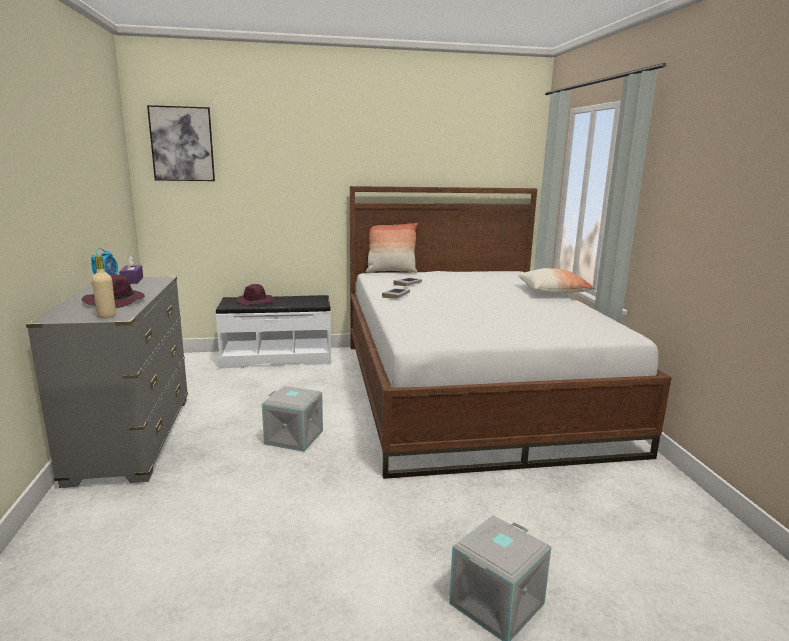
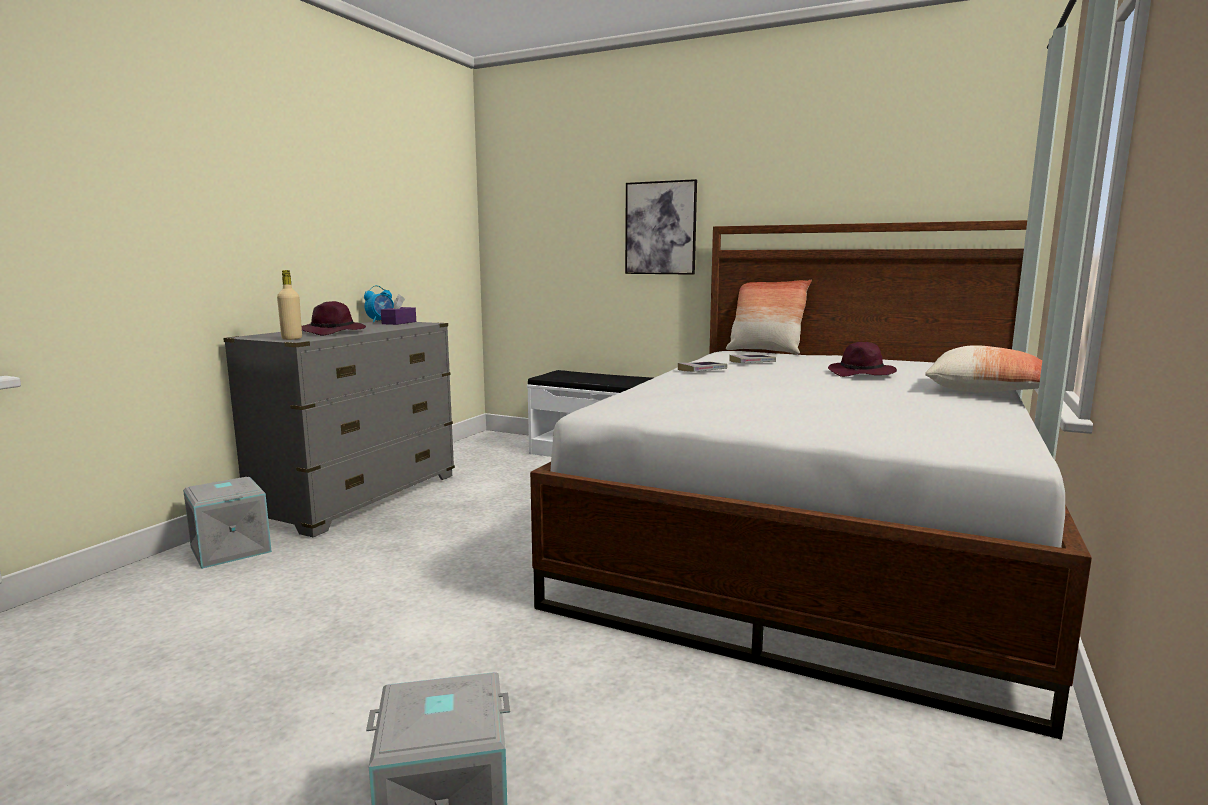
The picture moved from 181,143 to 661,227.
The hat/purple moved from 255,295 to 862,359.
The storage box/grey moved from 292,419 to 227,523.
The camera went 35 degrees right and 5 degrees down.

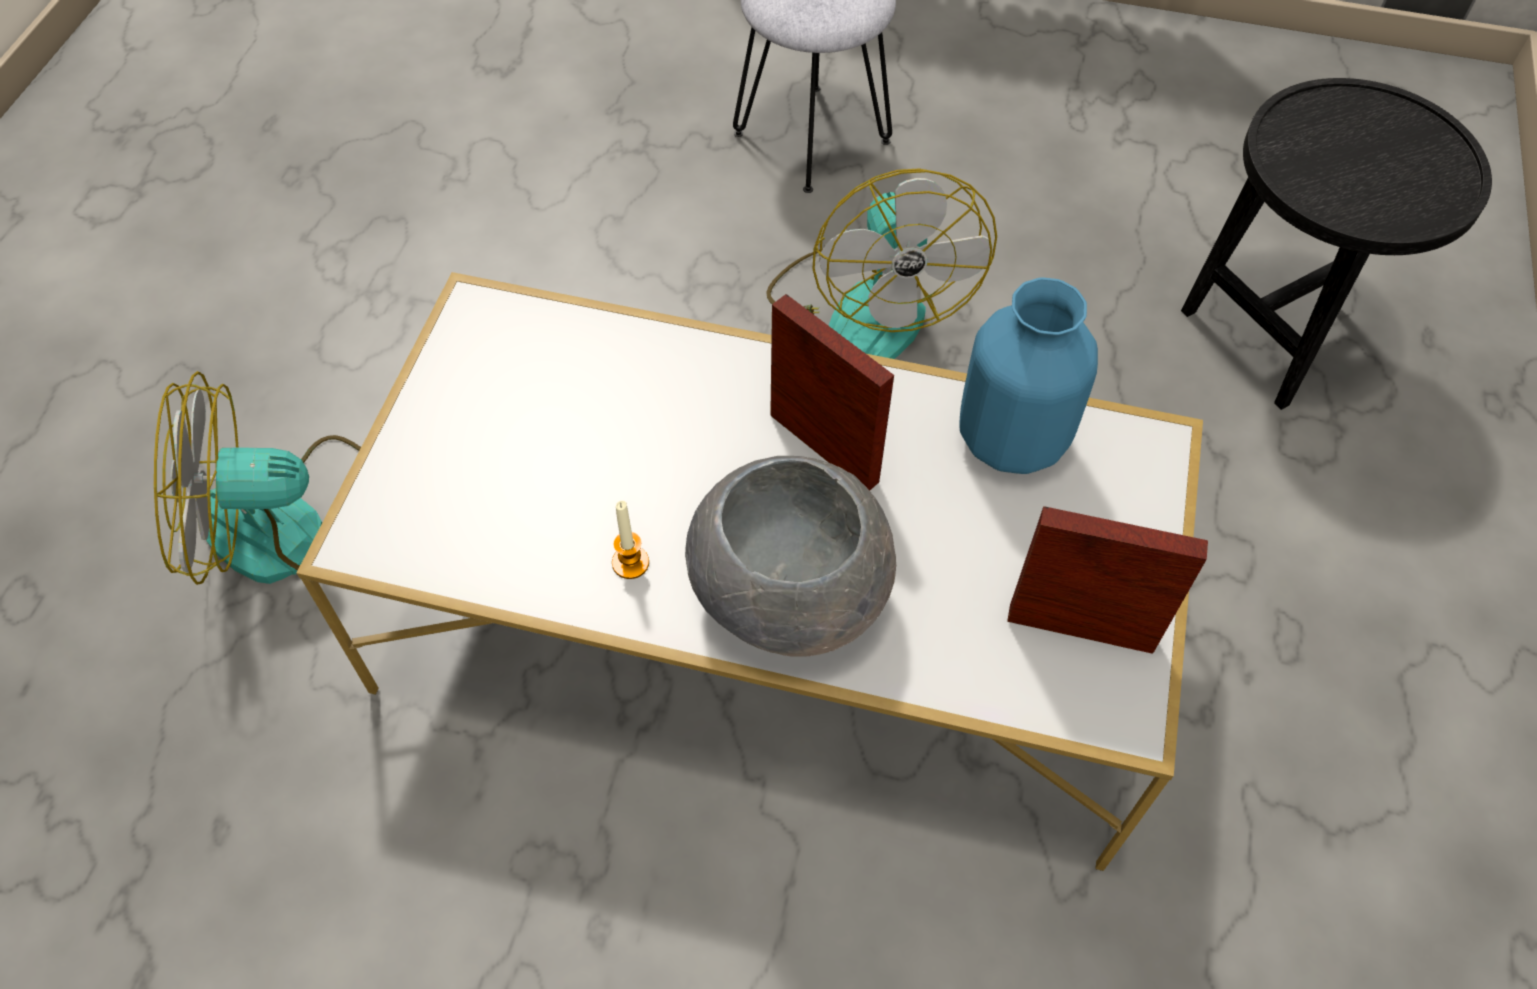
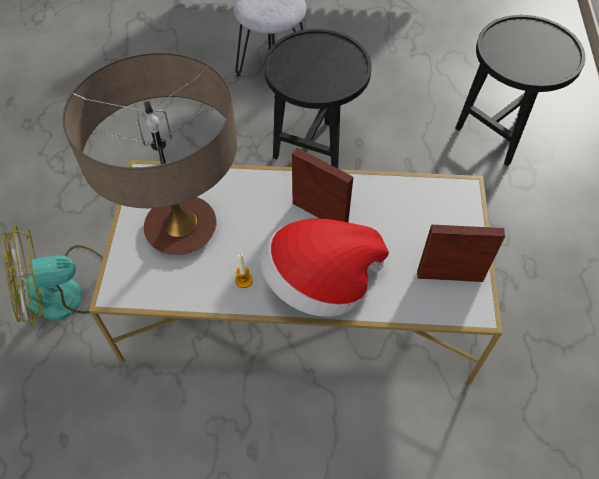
The fan at 881,263 was replaced by the side table/black at 318,99.
The vase/blue at 1028,375 disappeared.
The bowl/grey at 790,556 was replaced by the hat at 324,268.
The table lamp at 149,154 appeared.
The camera went 10 degrees left and 0 degrees up.

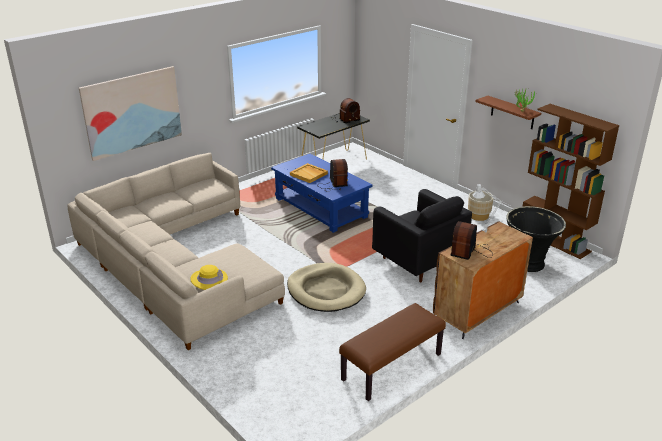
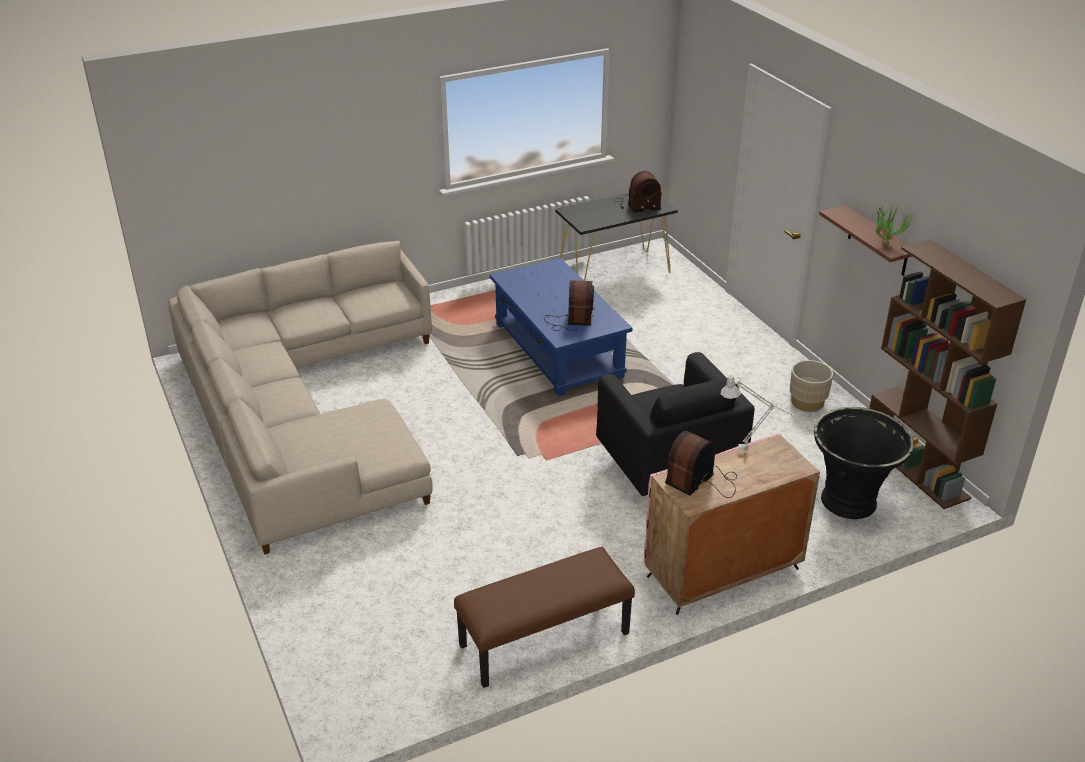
The picture at 130,113 disappeared.
The tray/beige at 309,173 disappeared.
The cabinet/brown at 483,280 became the cabinet/pink at 732,524.
The dog bed/beige at 326,287 disappeared.
The hat/yellow at 209,277 disappeared.
The camera went 15 degrees right and 5 degrees up.

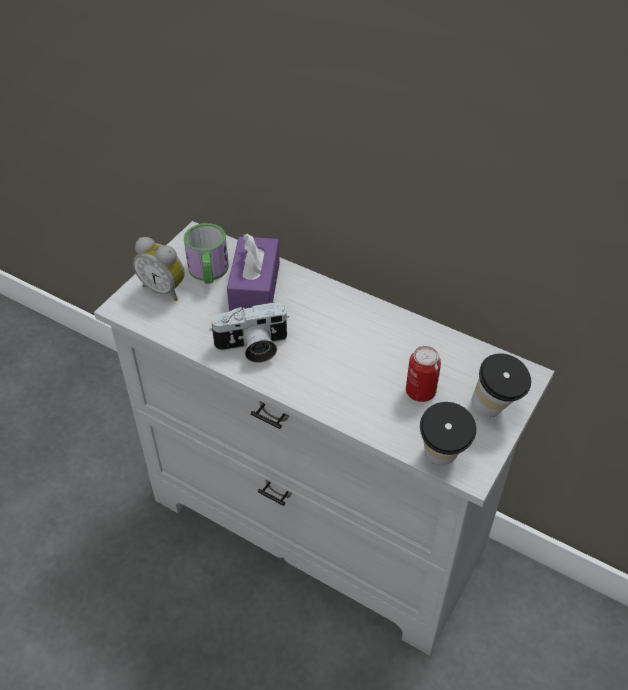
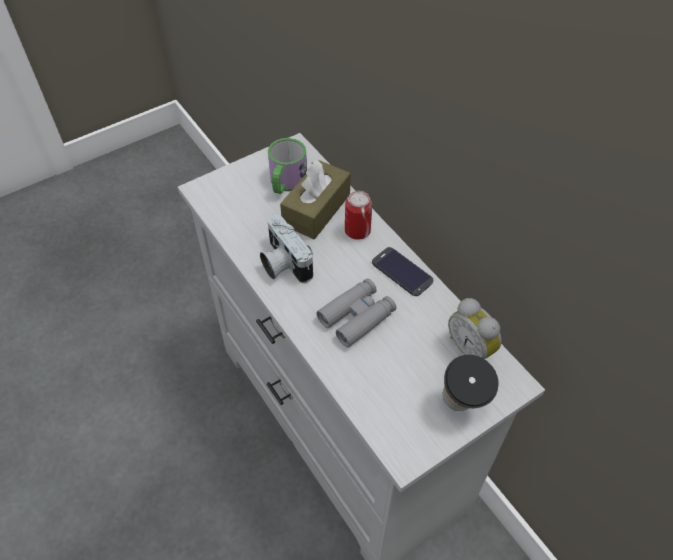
The tissue box/purple at 253,272 became the tissue box/brown at 315,199.
The alarm clock moved from 159,269 to 474,328.
The photo camera at 249,332 turned 45 degrees clockwise.
The can moved from 423,374 to 358,215.
The cup at 448,433 disappeared.
The phone at 402,271 appeared.
The binoculars/grey at 356,313 appeared.
The camera went 25 degrees right and 5 degrees up.

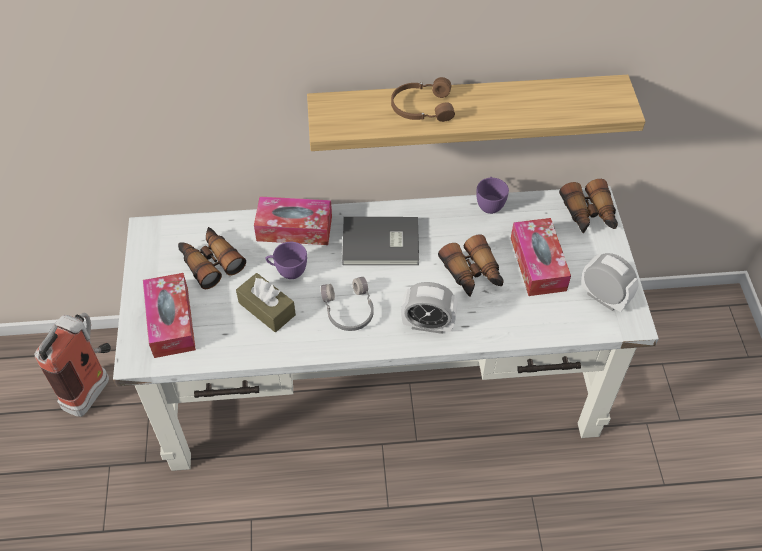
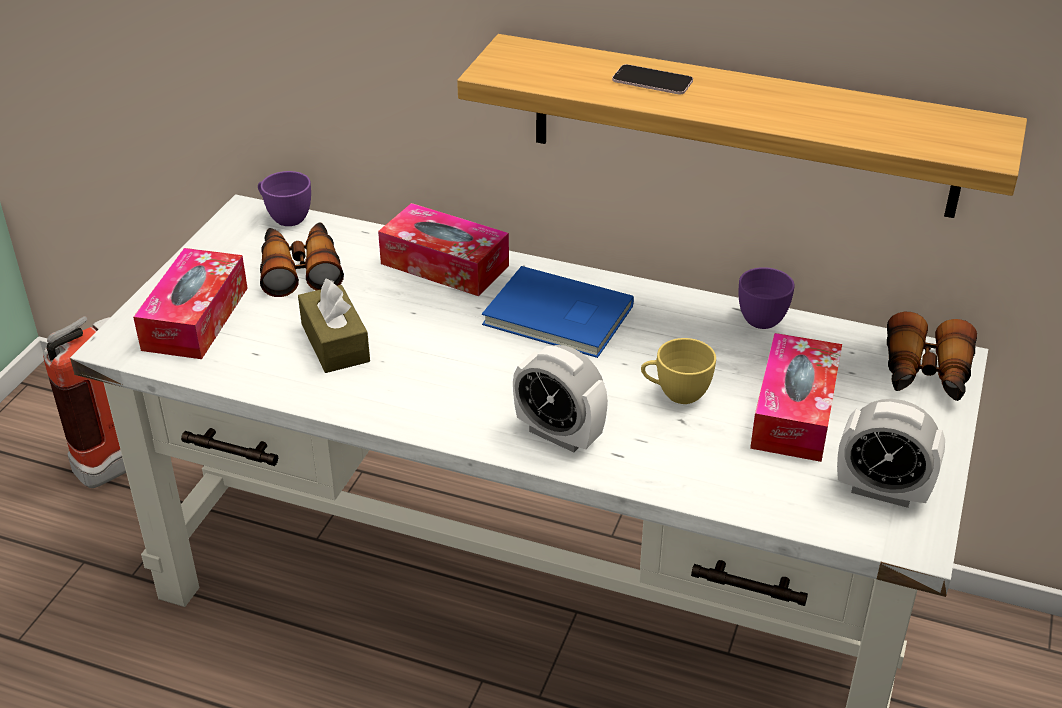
The headphones/brown at 423,99 was replaced by the phone at 652,79.
The book/grey at 380,241 became the book/blue at 558,312.
The binoculars at 470,265 was replaced by the cup/yellow at 678,371.
The cup/purple moved from 286,260 to 284,198.
The alarm clock at 610,282 turned 135 degrees clockwise.
The headphones/grey at 347,304 disappeared.
The camera went 25 degrees right and 15 degrees down.

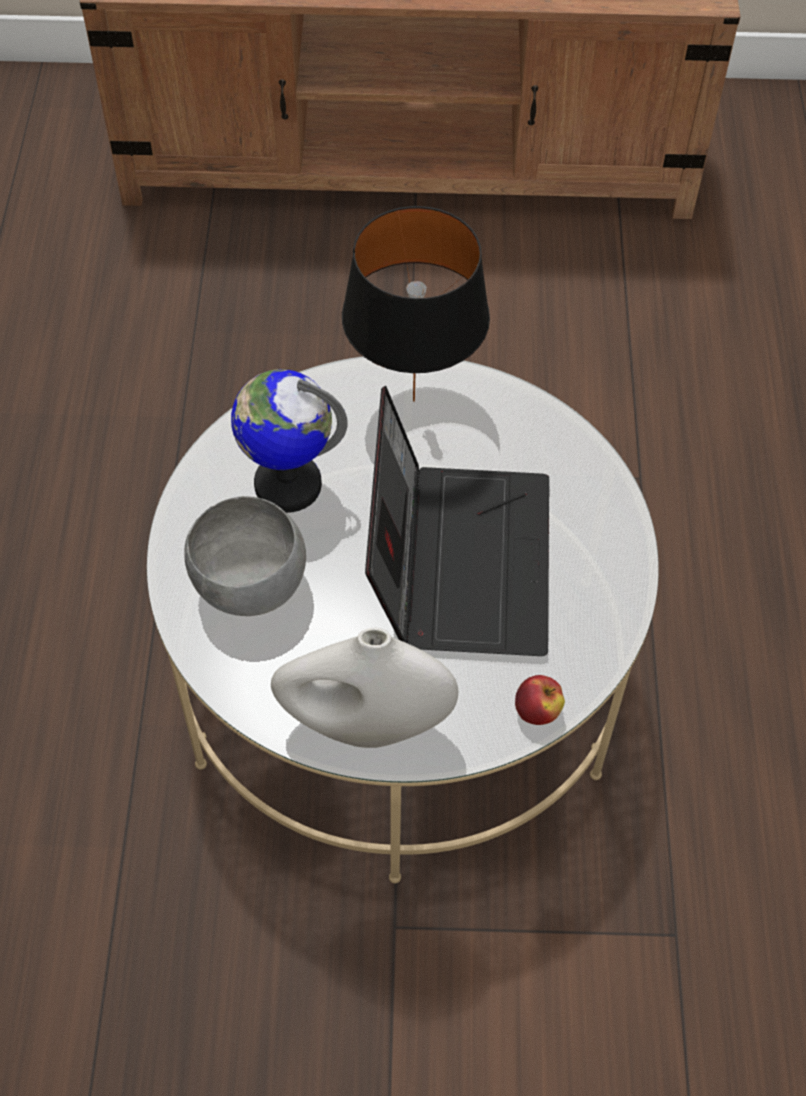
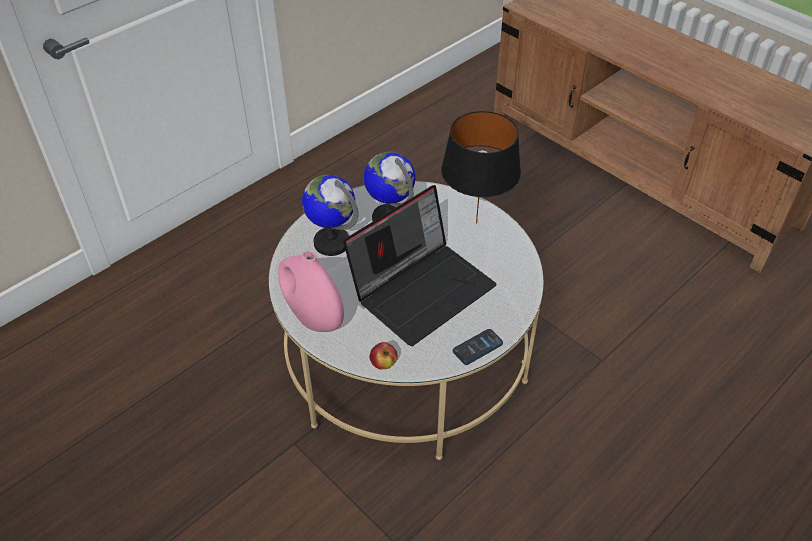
The bowl/grey at 245,556 was replaced by the globe at 330,215.
The vase/white at 364,688 became the vase/pink at 311,291.
The phone at 478,347 appeared.
The camera went 45 degrees right and 10 degrees down.

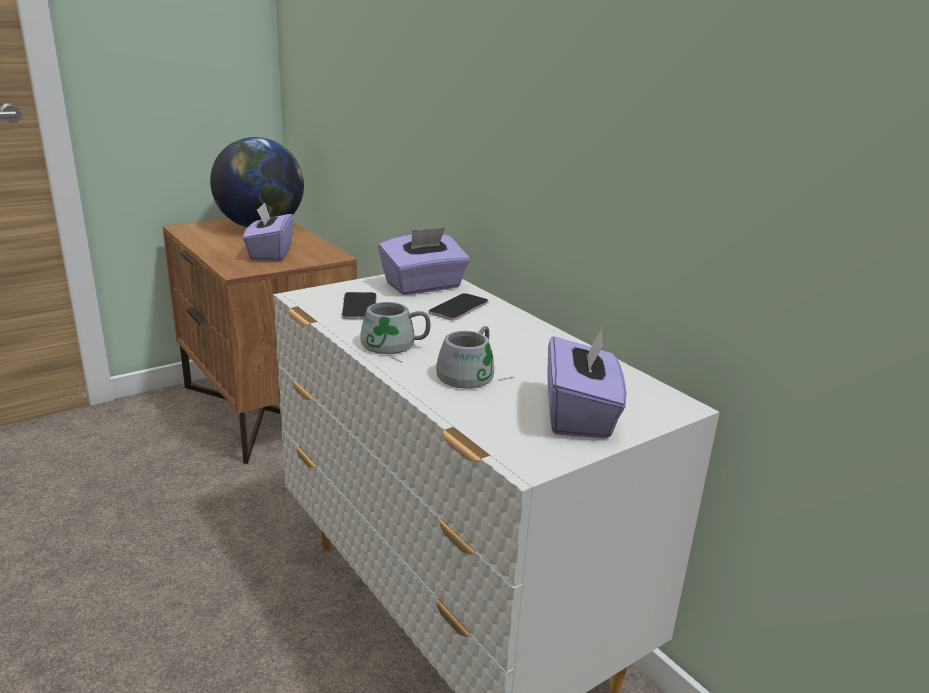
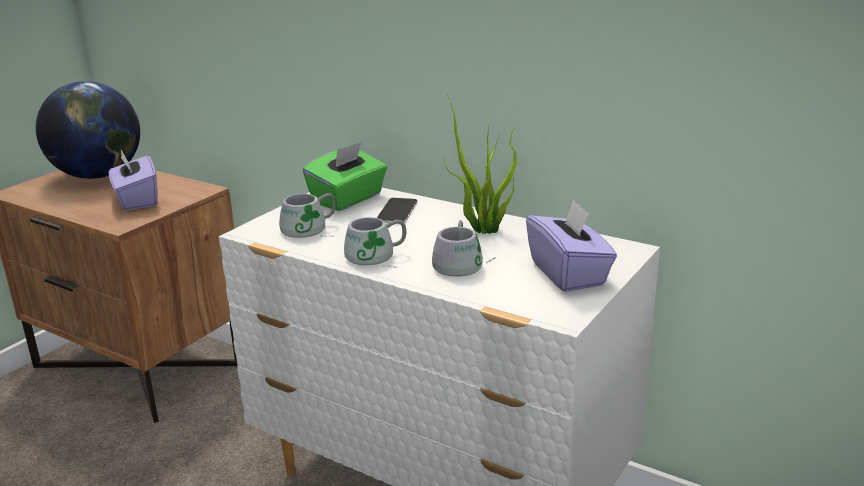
The tissue box/purple at 424,261 became the tissue box/green at 345,176.
The phone at 359,305 was replaced by the mug/grey at 307,215.
The potted plant at 480,164 appeared.
The camera went 20 degrees left and 0 degrees up.

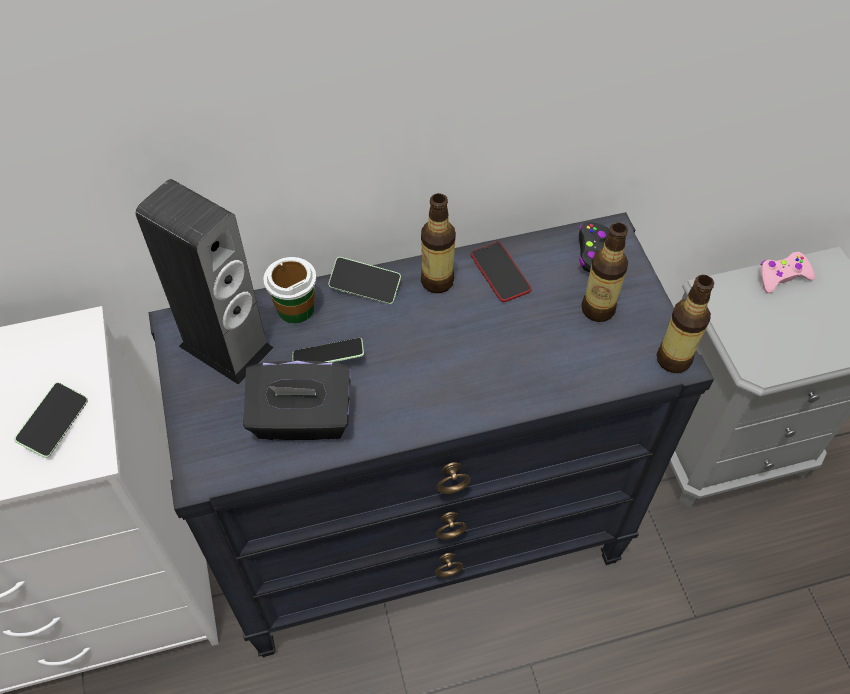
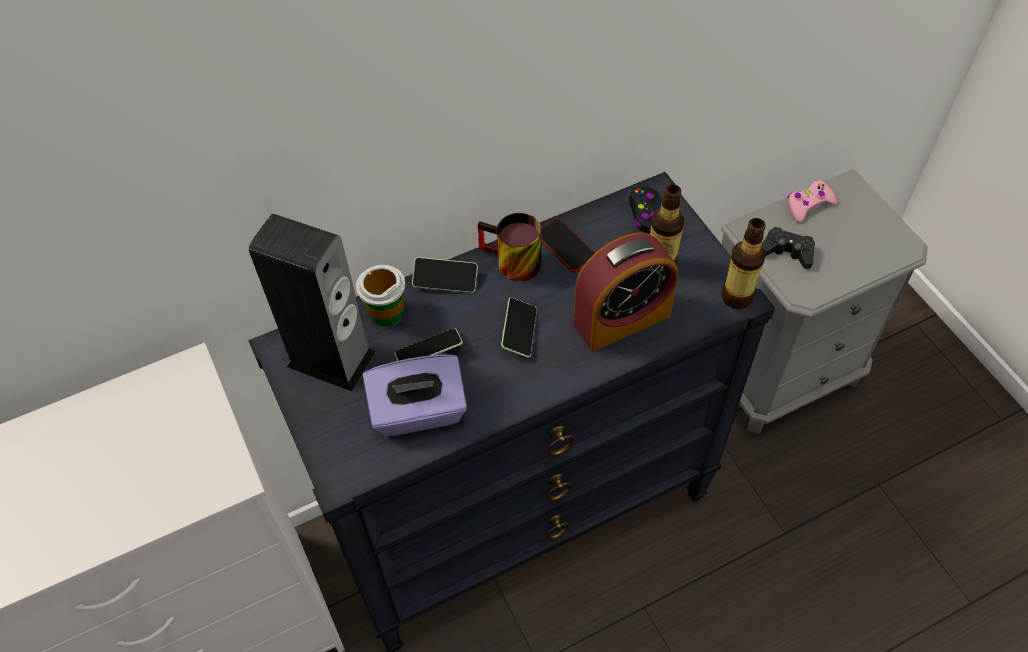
The bottle at 438,243 was replaced by the mug at 509,247.
The tissue box/black at 297,400 became the tissue box/purple at 415,395.
The phone moved from 51,420 to 519,327.
The game controller/black at 788,248 appeared.
The alarm clock at 626,292 appeared.
The camera went 10 degrees left and 0 degrees up.

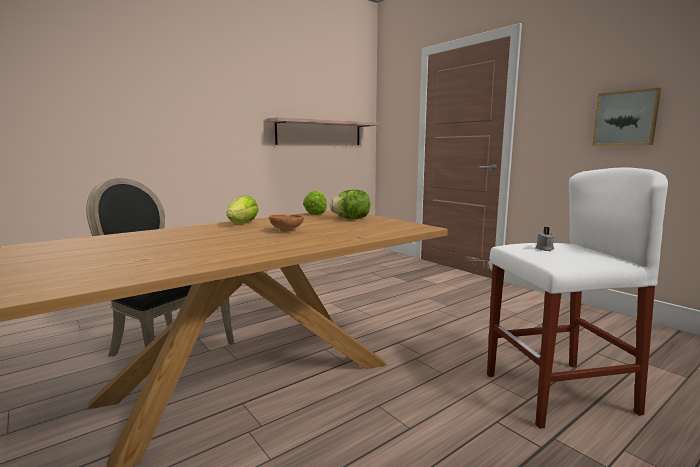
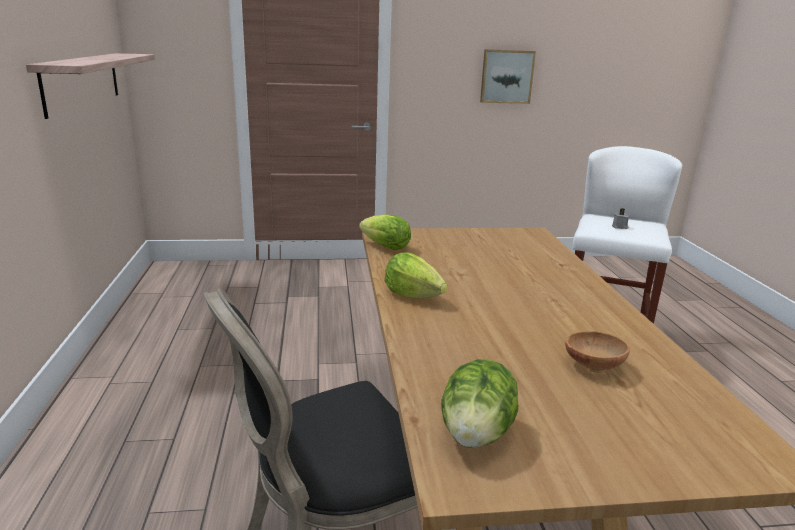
The lettuce moved from 350,204 to 479,403.
The bowl/brown moved from 286,223 to 597,352.
The camera went 60 degrees left and 10 degrees up.

